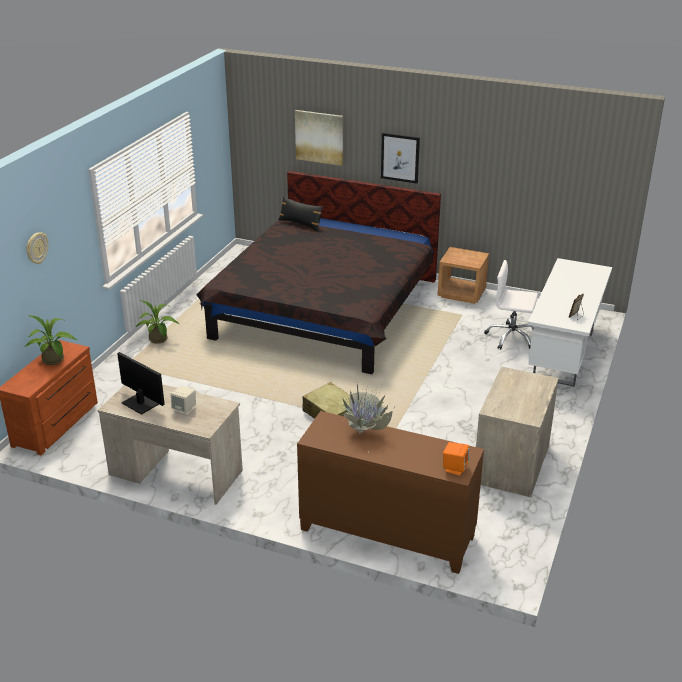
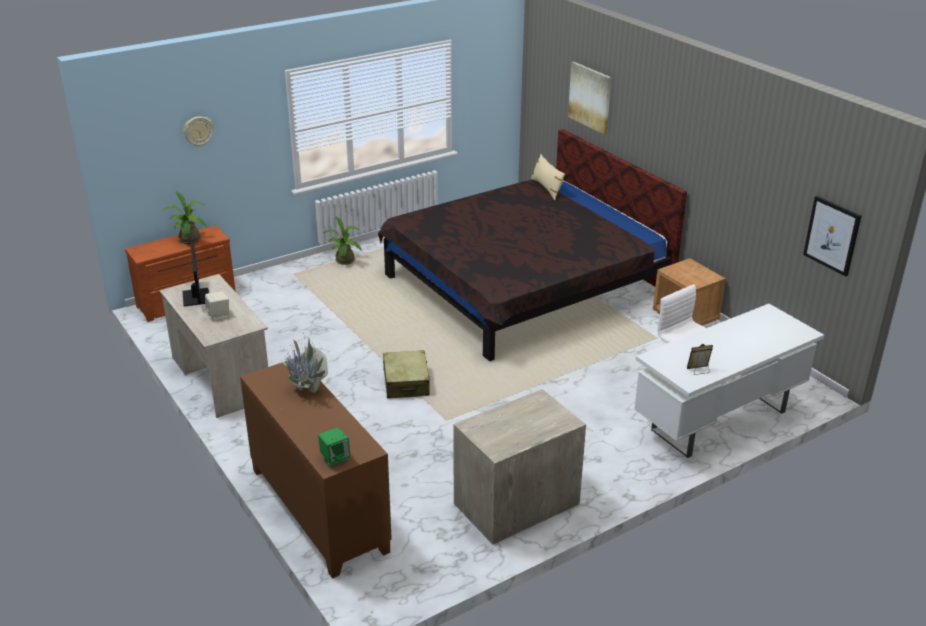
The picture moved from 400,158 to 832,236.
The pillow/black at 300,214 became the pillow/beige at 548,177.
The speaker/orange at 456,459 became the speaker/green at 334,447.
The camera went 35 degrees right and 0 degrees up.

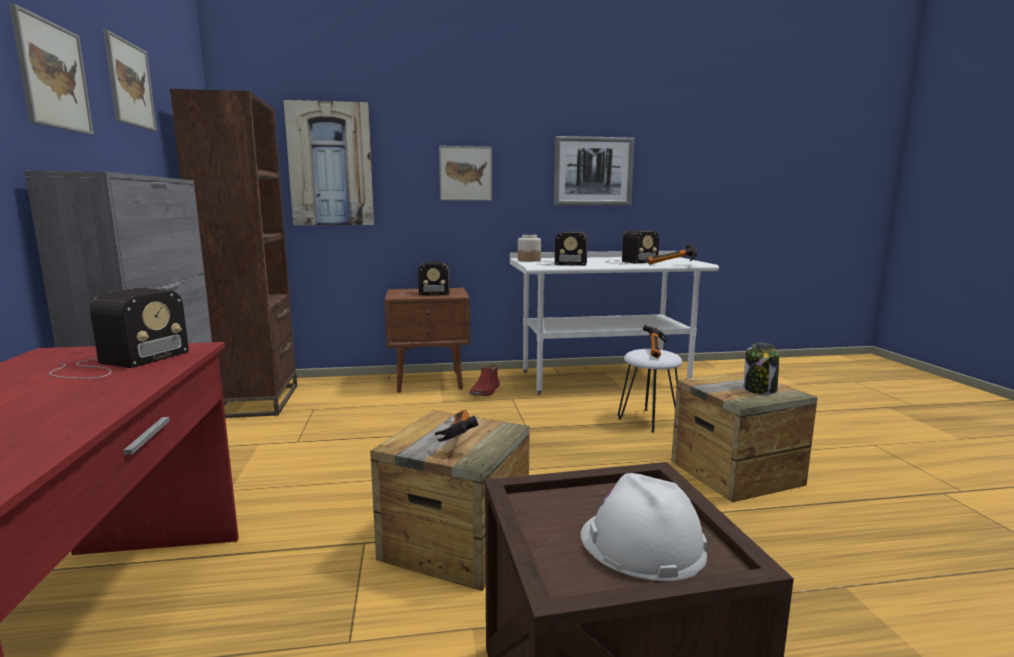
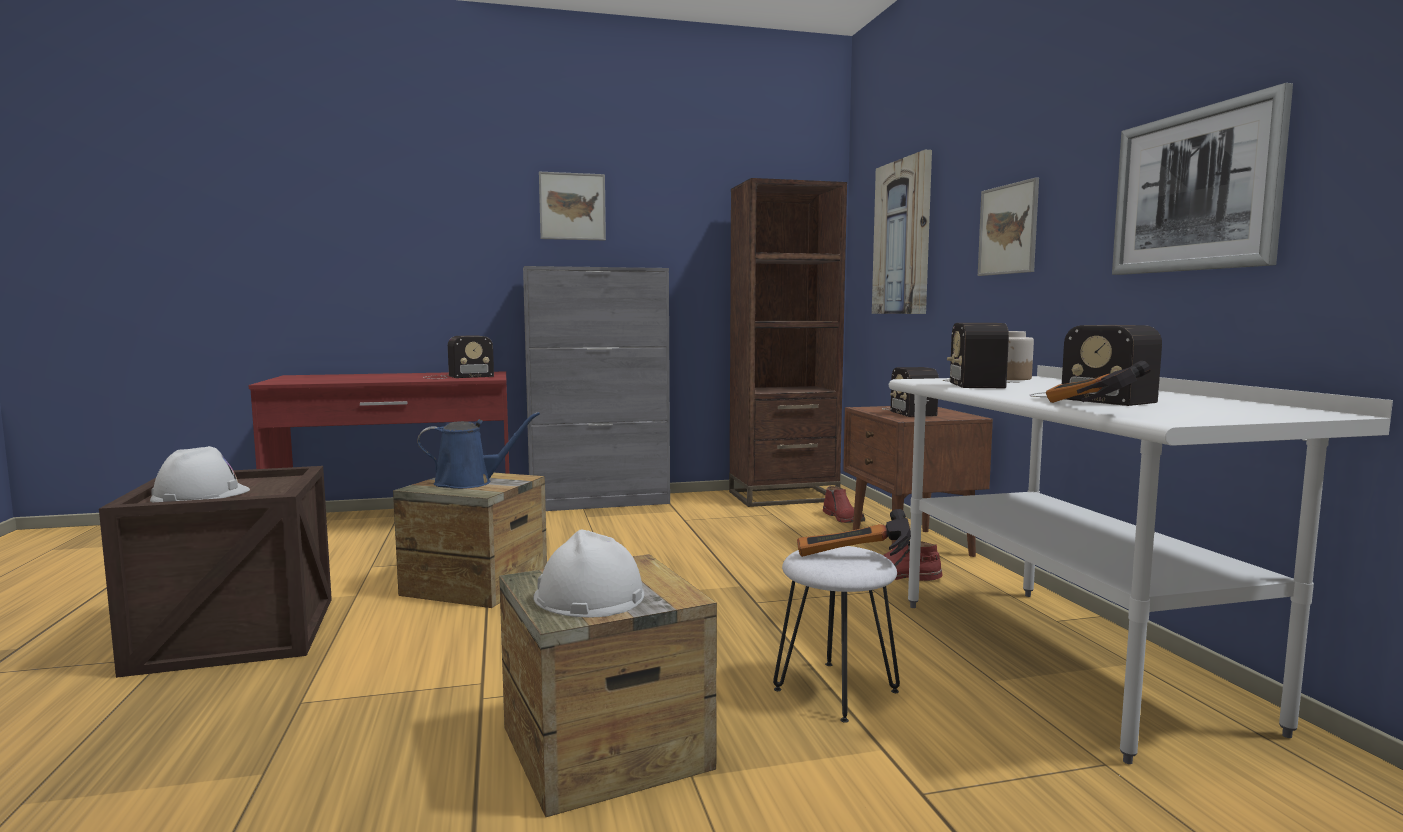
The picture at 130,80 disappeared.
The radio at 119,333 turned 45 degrees counterclockwise.
The jar at 761,369 was replaced by the hard hat/white at 588,573.
The hammer at 457,426 was replaced by the watering can/blue at 478,450.
The boot/red at 844,504 appeared.
The camera went 85 degrees right and 5 degrees down.

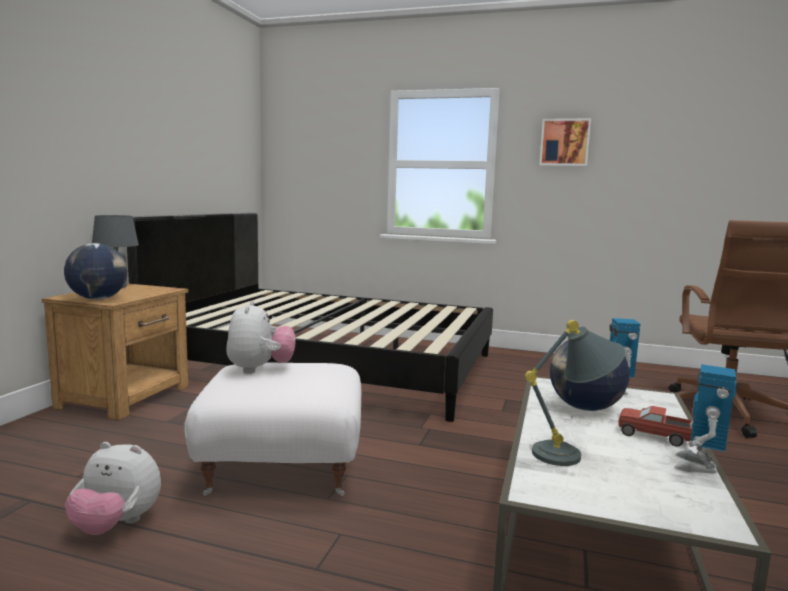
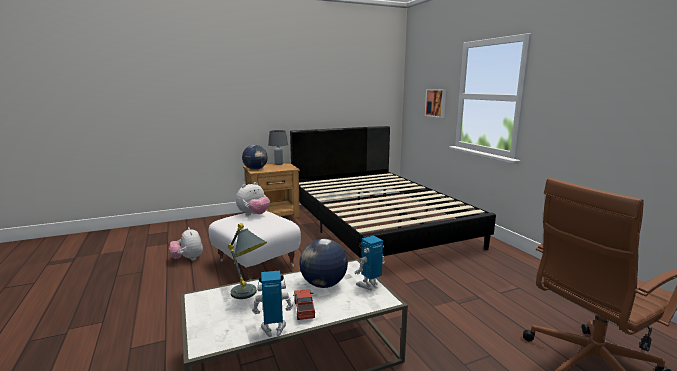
The picture moved from 565,142 to 435,103.
The camera went 50 degrees right and 5 degrees up.

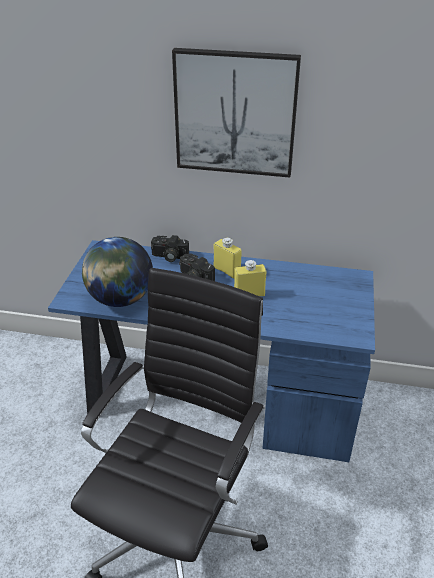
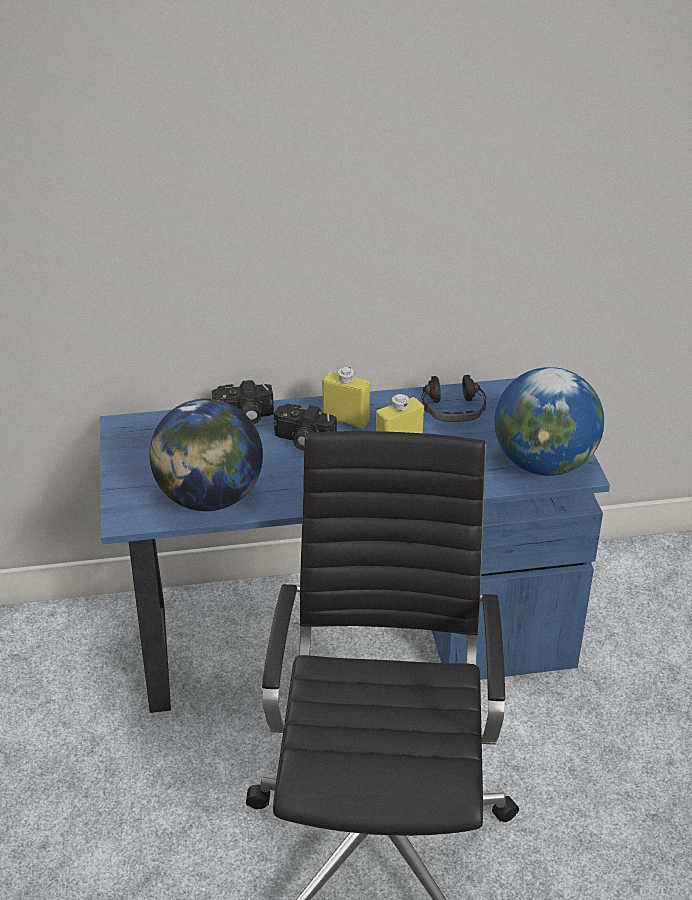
The picture at 236,113 disappeared.
The globe at 549,421 appeared.
The headphones at 454,398 appeared.
The camera went 20 degrees left and 0 degrees up.

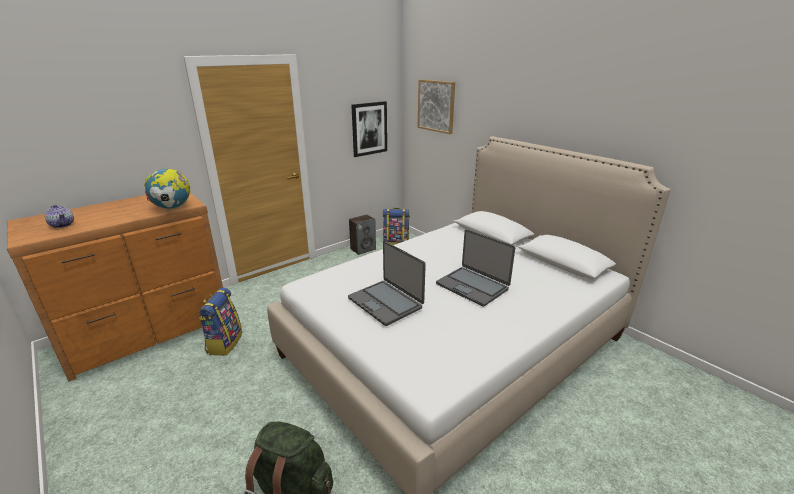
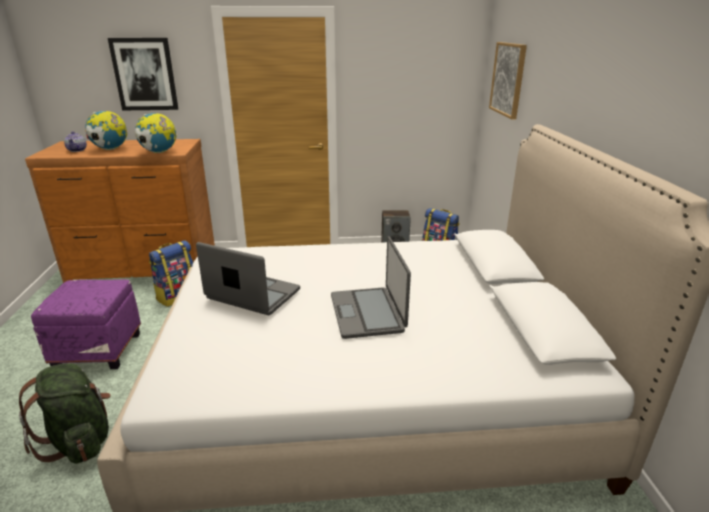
The picture moved from 369,129 to 143,74.
The laptop at 387,283 turned 120 degrees clockwise.
The globe at 106,130 appeared.
The ottoman/purple at 86,324 appeared.
The camera went 35 degrees right and 0 degrees up.

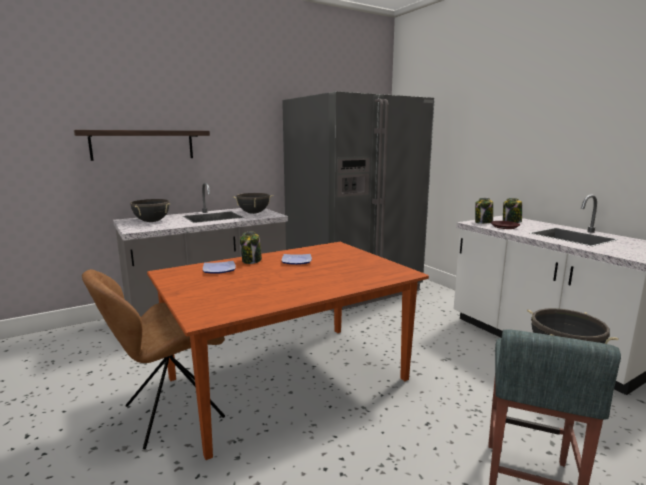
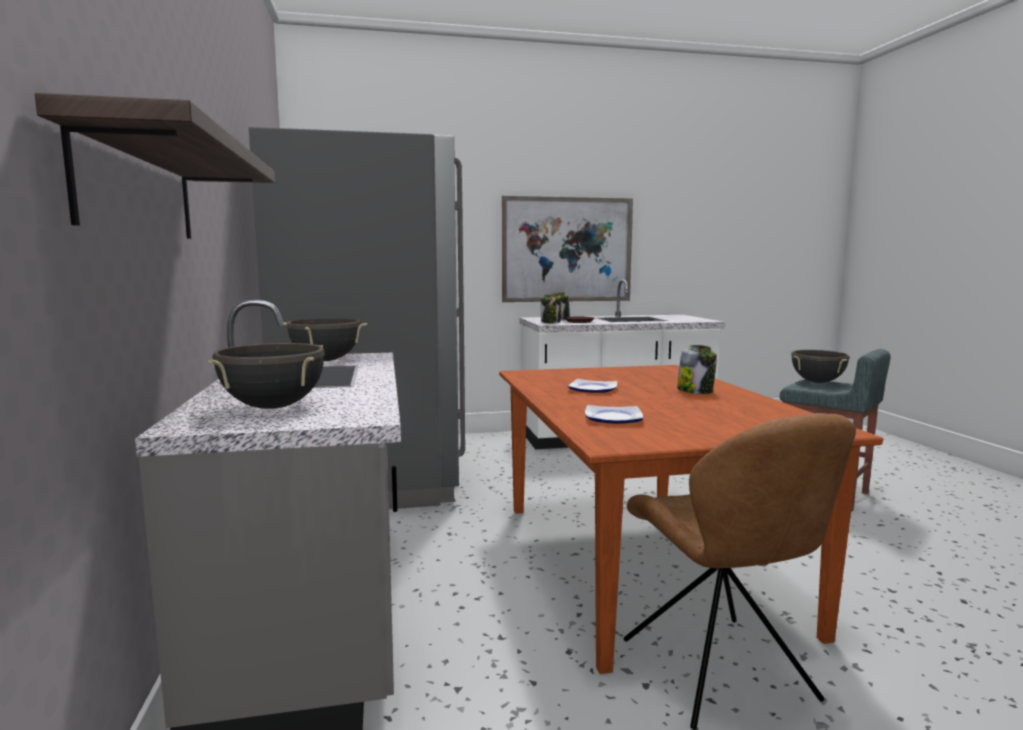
The jar moved from 251,247 to 697,369.
The picture at 567,249 appeared.
The camera went 70 degrees left and 5 degrees down.

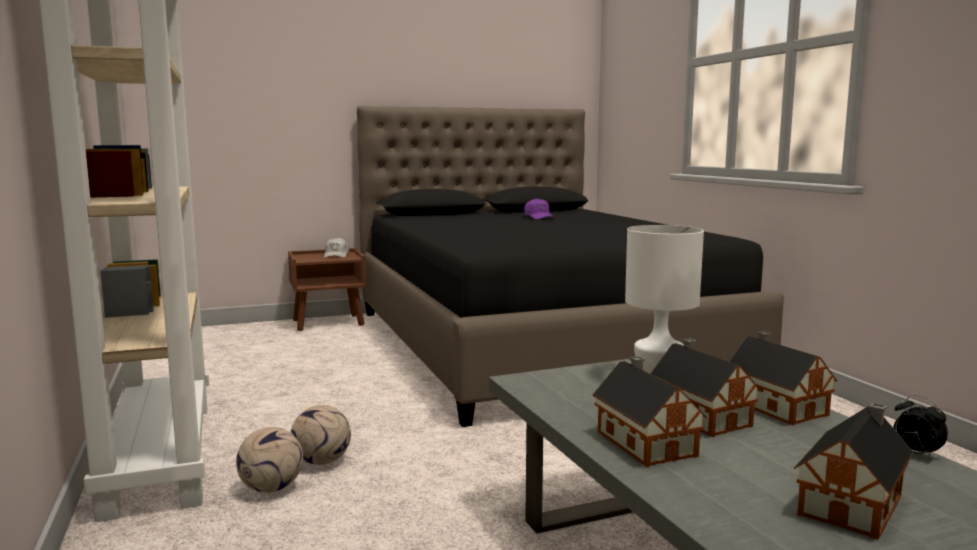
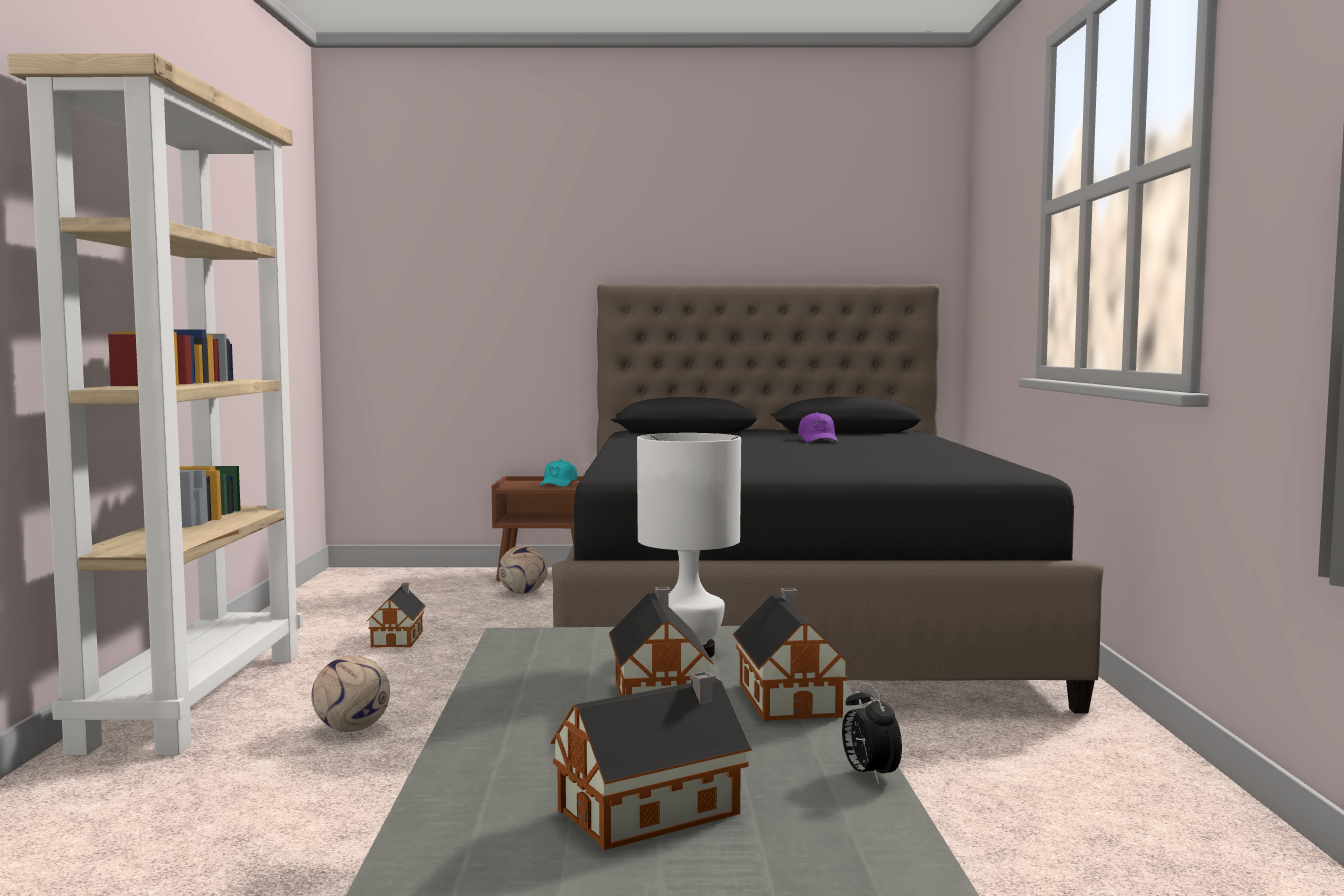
The cap/white at 336,247 became the cap/turquoise at 558,473.
The toy house moved from 649,411 to 396,615.
The football moved from 269,460 to 522,569.
The camera went 20 degrees right and 5 degrees down.

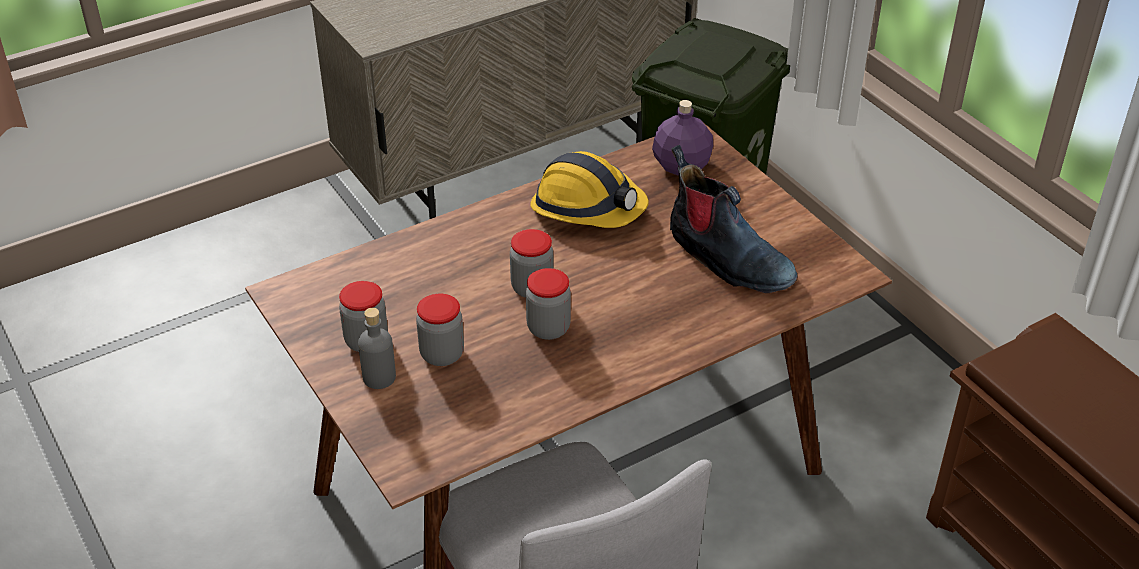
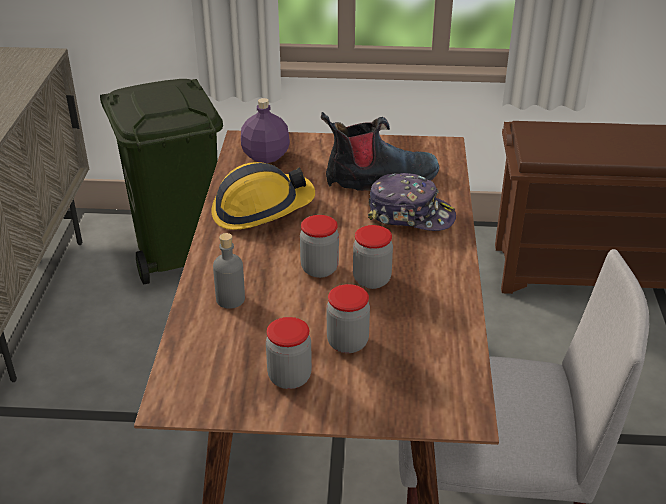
The bottle/grey moved from 377,348 to 229,271.
The cap at 412,202 appeared.
The camera went 55 degrees left and 5 degrees down.

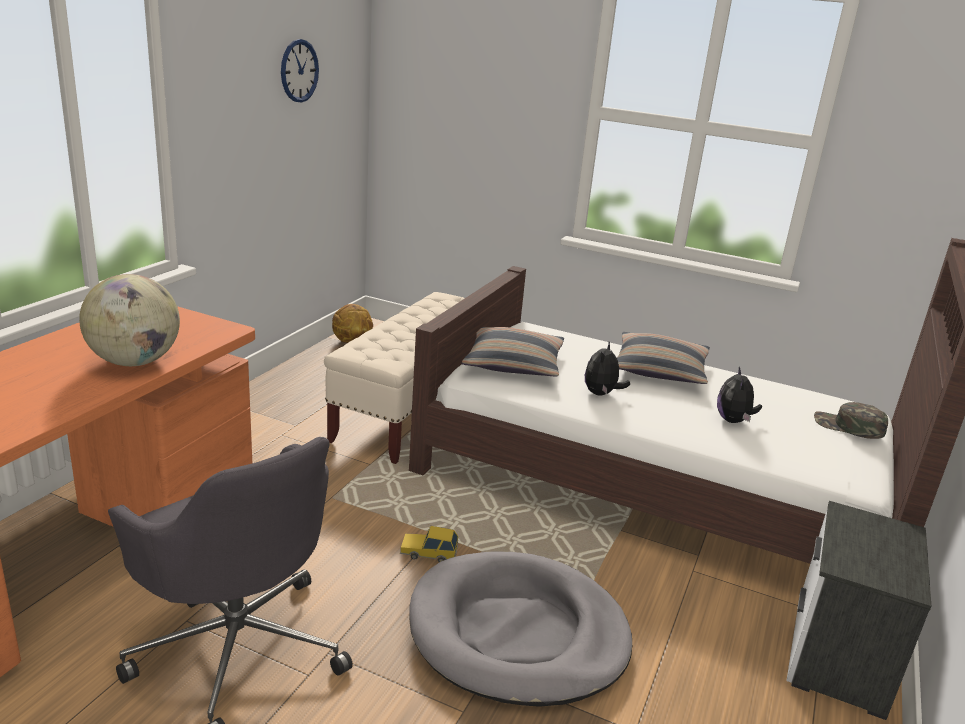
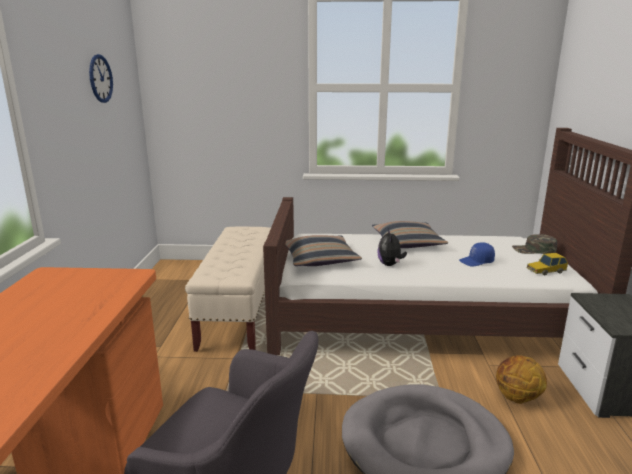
The globe at 129,320 disappeared.
The basketball moved from 352,323 to 521,379.
The plush toy at 739,395 was replaced by the cap/blue at 477,254.
The toy car moved from 429,544 to 547,264.
The camera went 20 degrees left and 5 degrees down.

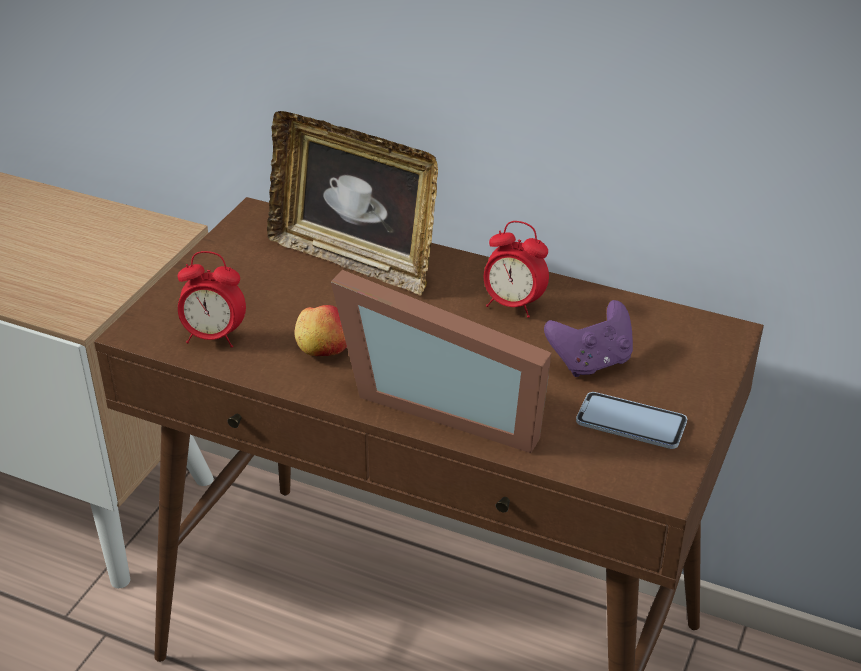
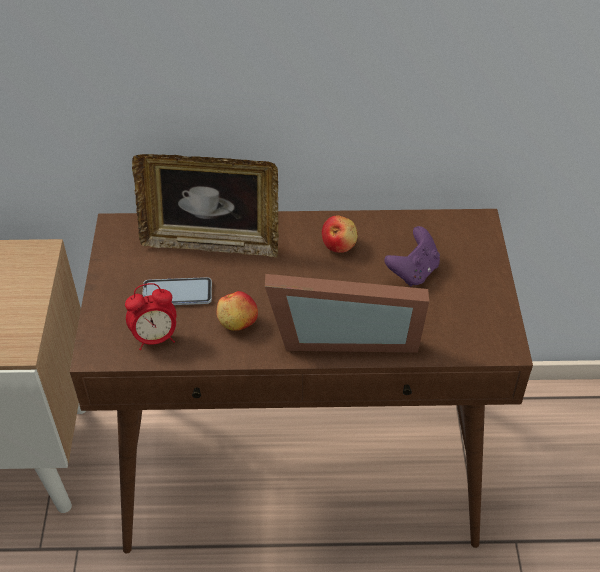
The alarm clock at 516,269 was replaced by the apple at 340,234.
The phone moved from 631,420 to 177,291.
The camera went 25 degrees left and 10 degrees up.

